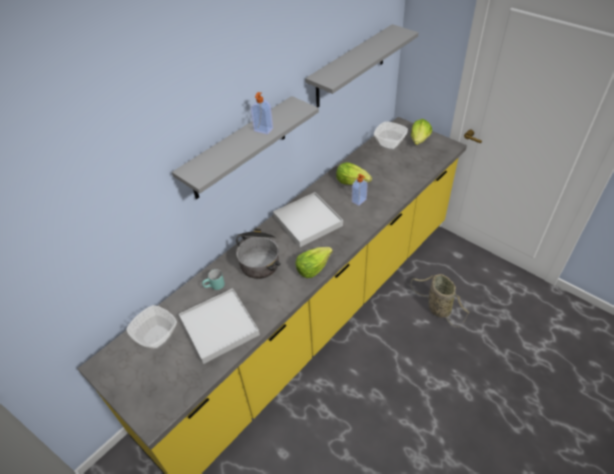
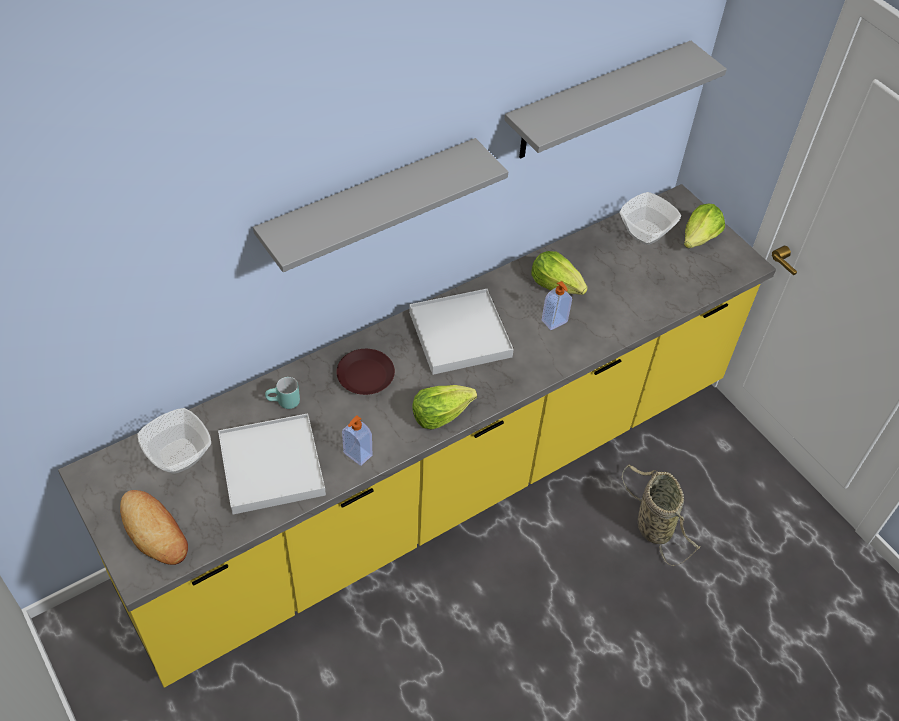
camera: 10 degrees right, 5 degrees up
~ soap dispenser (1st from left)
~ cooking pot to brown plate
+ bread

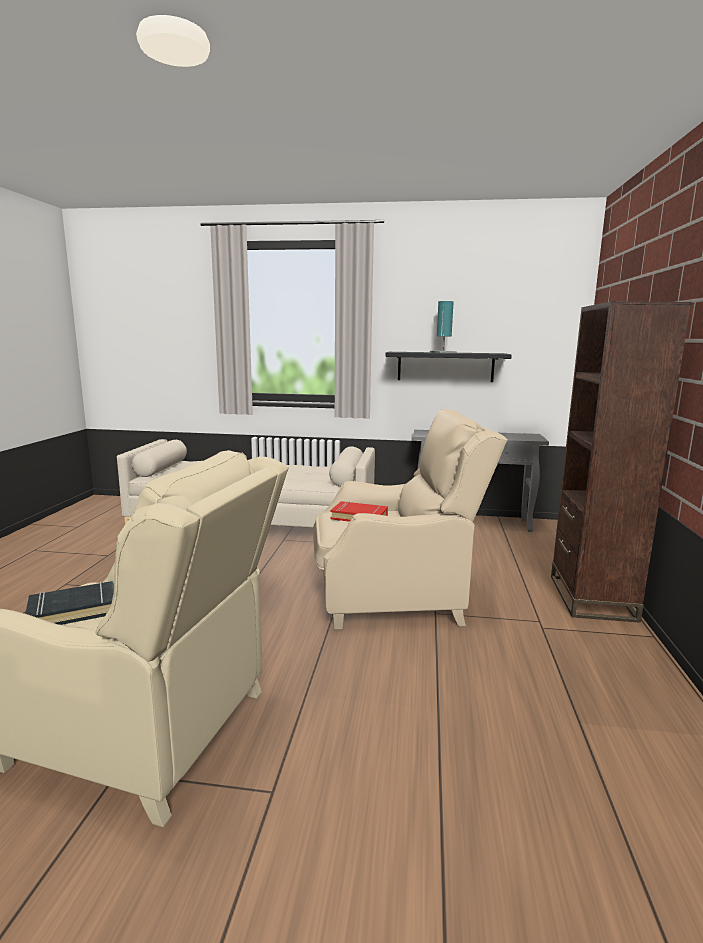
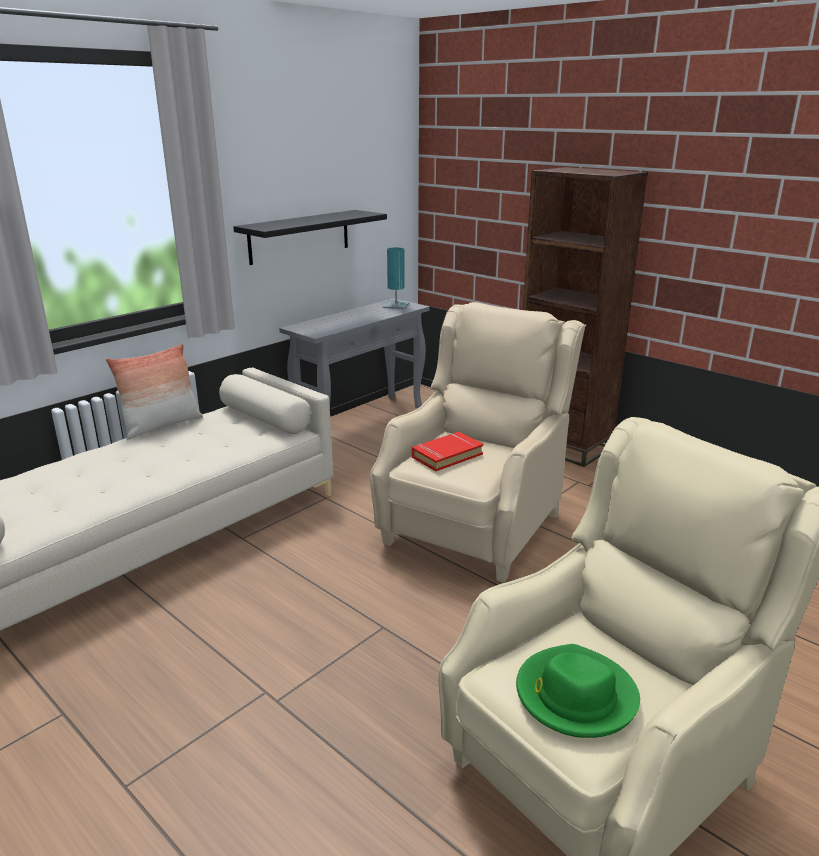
camera: 55 degrees left, 10 degrees up
~ turquoise table lamp
~ black book to green hat
+ pillow

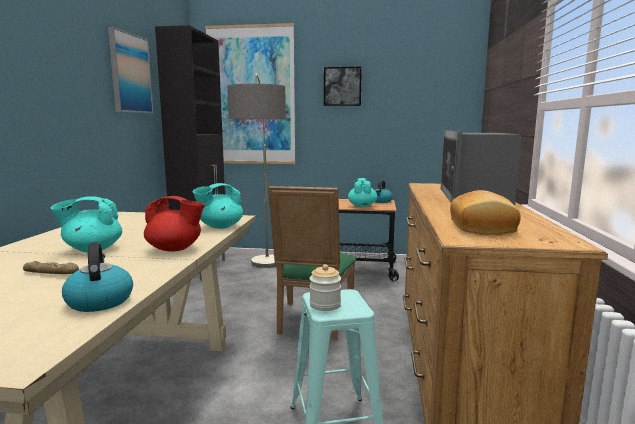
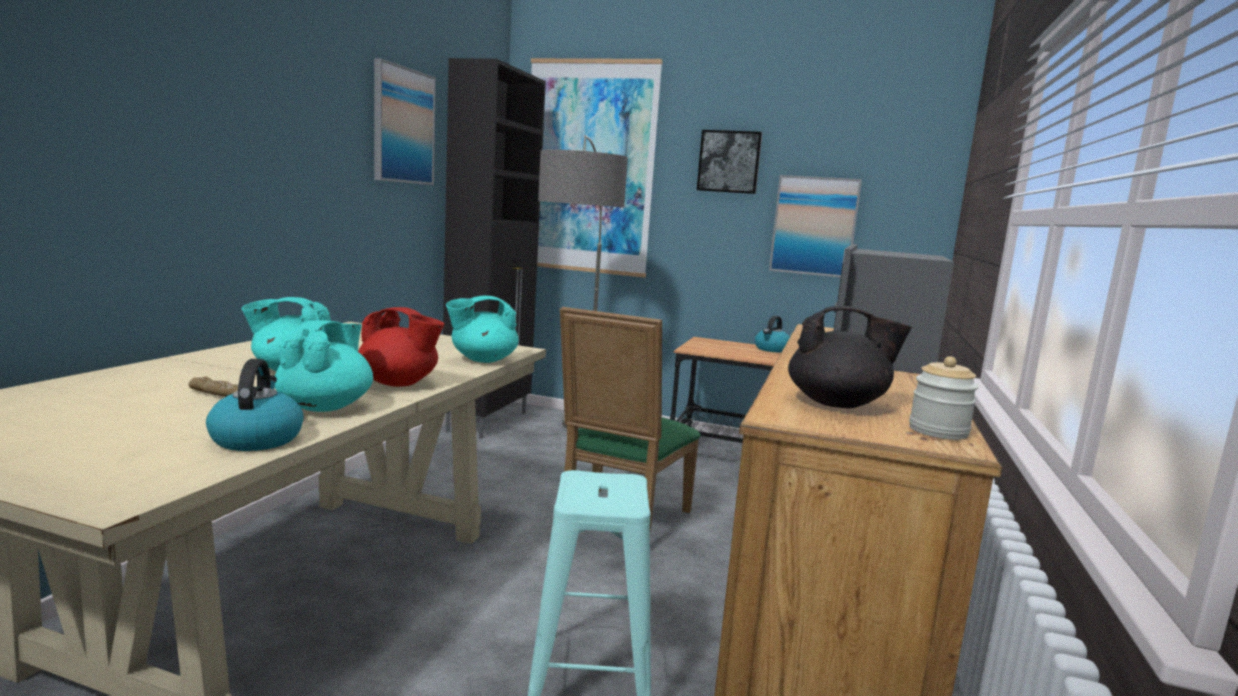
camera: 10 degrees right, 0 degrees up
~ turquoise teapot (3rd from left in the first image) to turquoise teapot (2nd from left)
~ bread (2nd from left) to black teapot
~ jar
+ picture (4th from left)

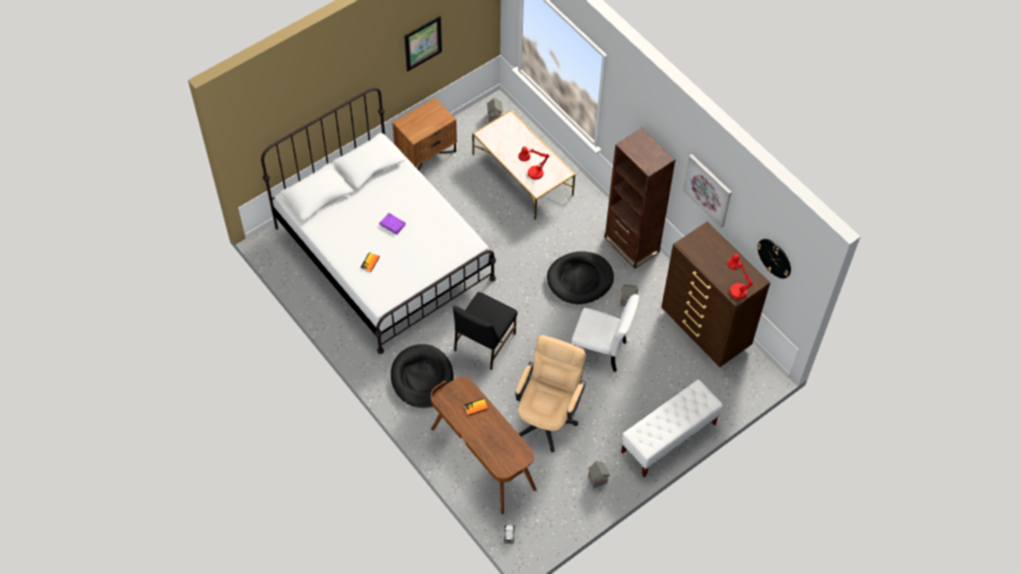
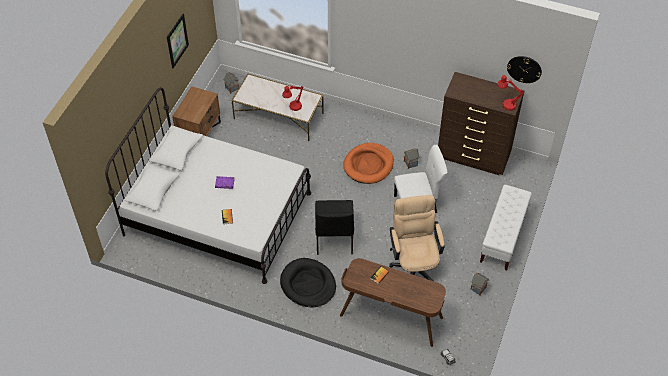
camera: 30 degrees left, 5 degrees down
- brown bookcase
- picture (2nd from left)
~ black dog bed (2nd from left) to orange dog bed

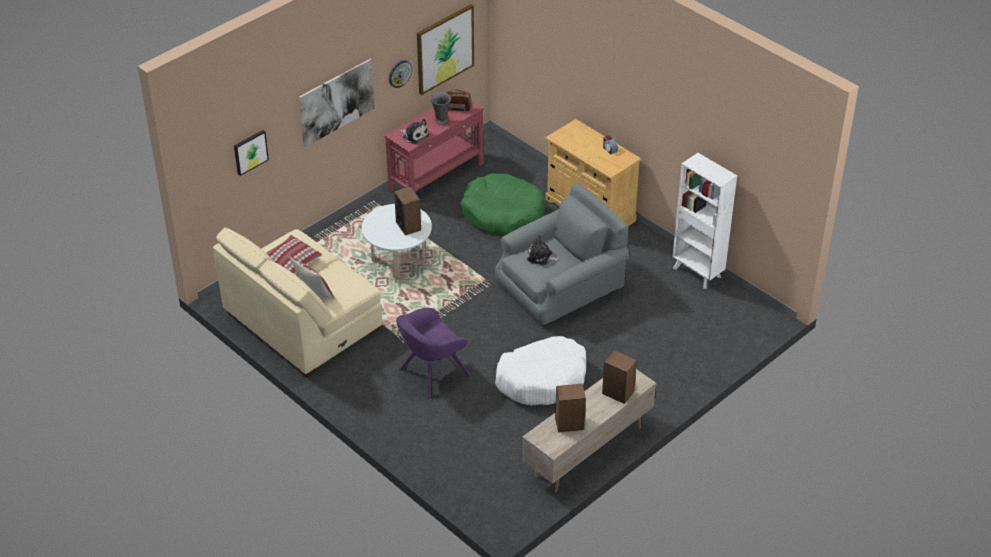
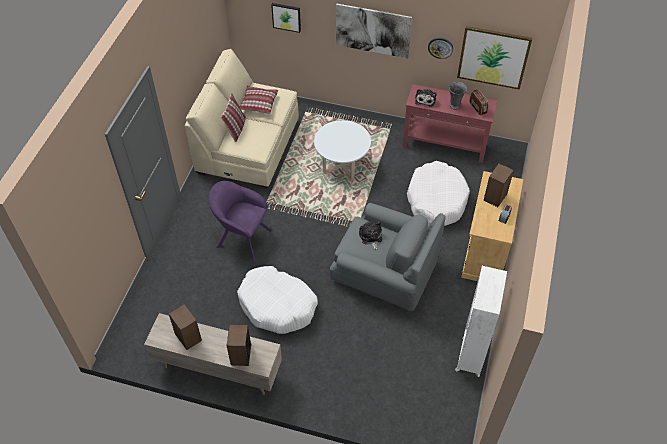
camera: 60 degrees right, 10 degrees up
~ green dog bed to white dog bed (2nd from left)
~ speaker (1st from left in the first image) to speaker (3rd from left)

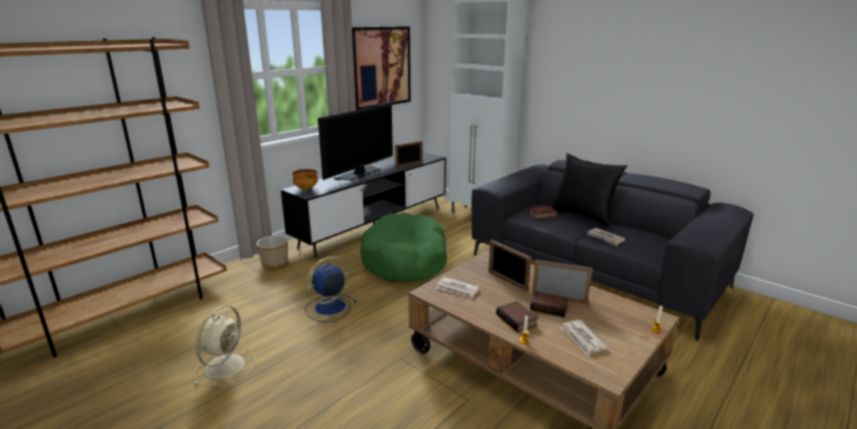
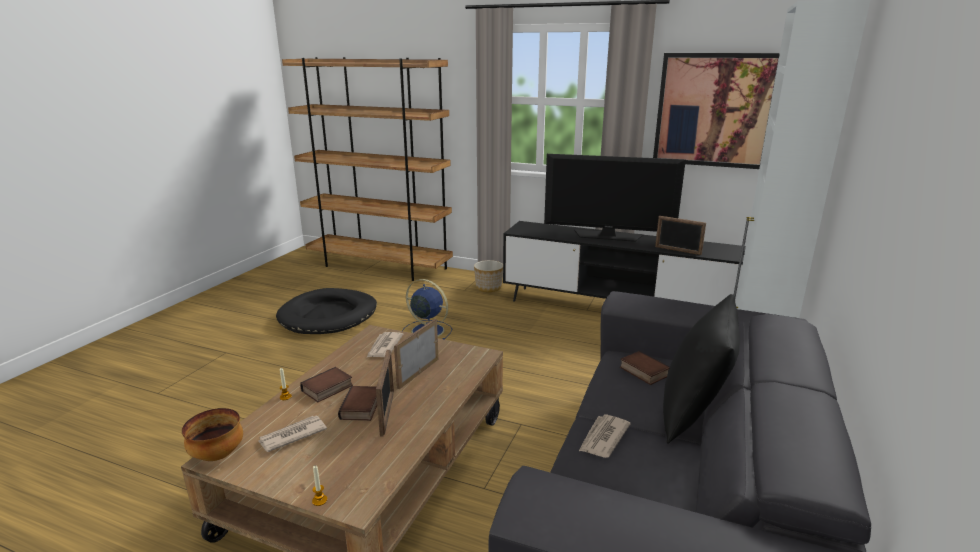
camera: 70 degrees right, 0 degrees up
~ bowl
- green dog bed
~ beige fan to black dog bed

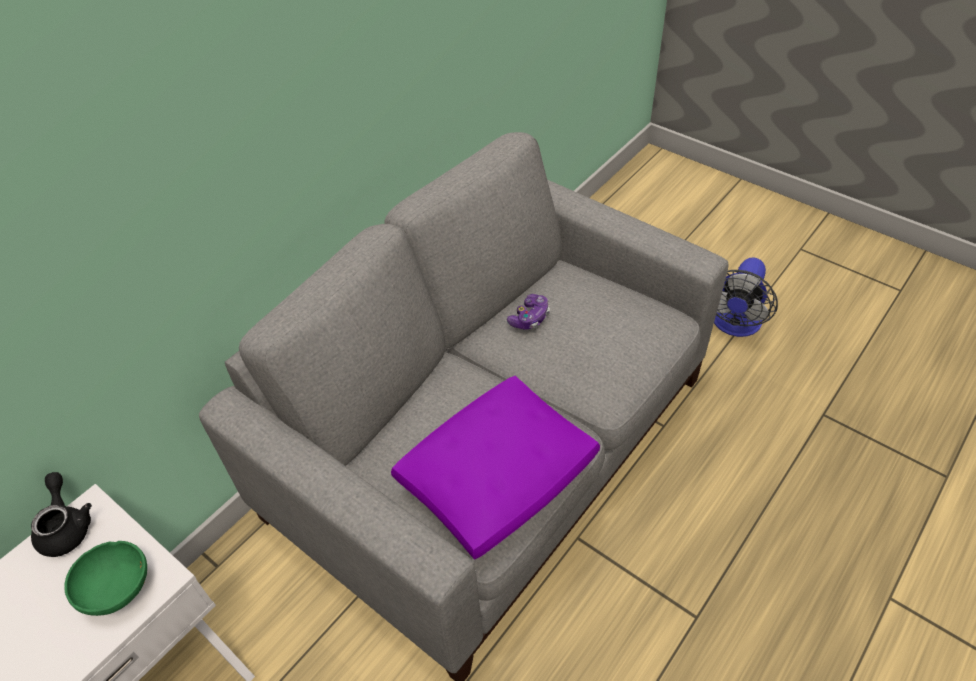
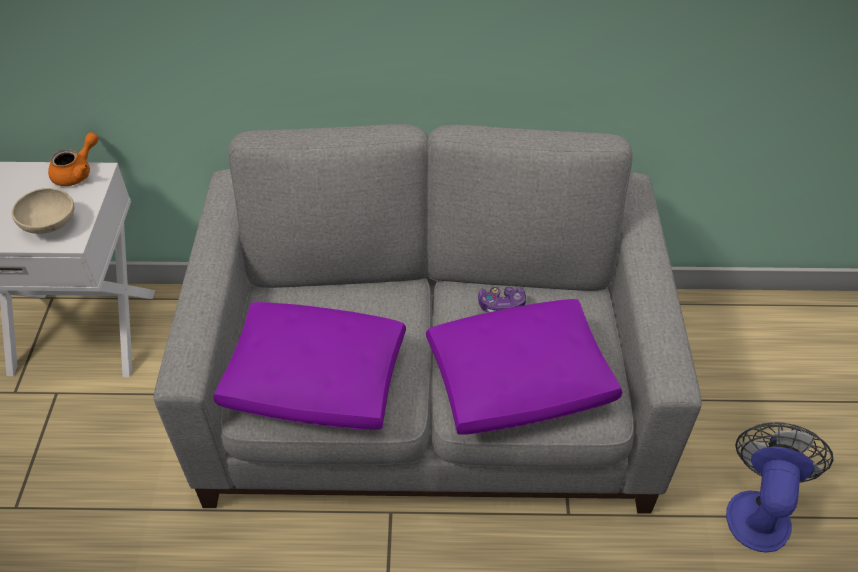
camera: 50 degrees right, 0 degrees up
~ fan 120 degrees clockwise
~ black teapot to orange teapot
~ green bowl to beige bowl
+ purple pillow (2nd from left)

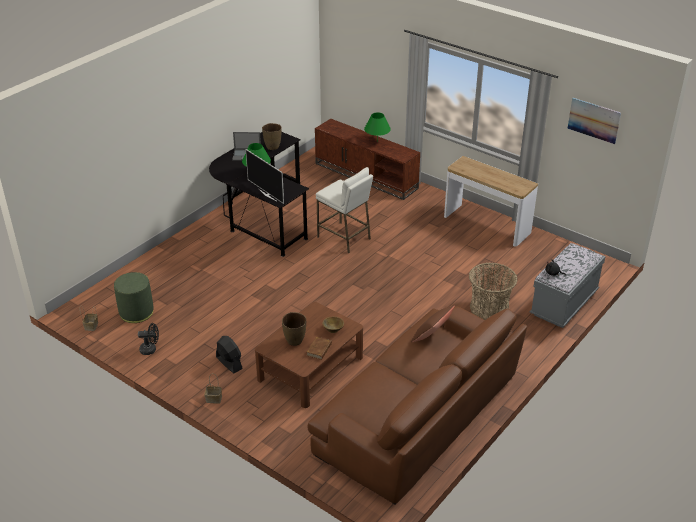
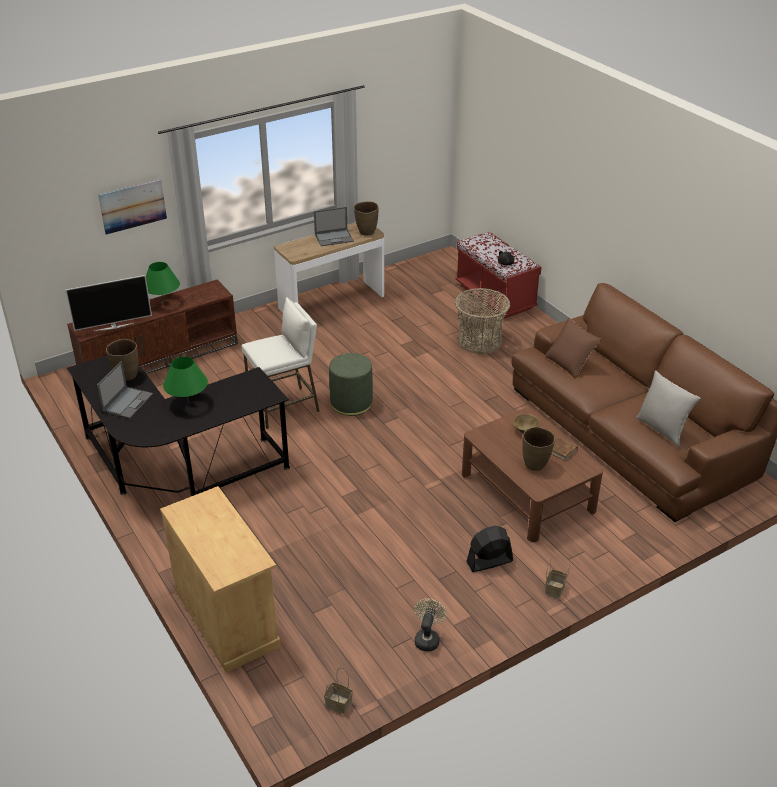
camera: 70 degrees left, 0 degrees up
~ picture
~ television
~ grey bench to red bench
~ green ottoman
~ black fan (1st from left) to beige fan
+ brown vase (2nd from left)
+ laptop (2nd from left)
+ grey pillow
+ beige cabinet

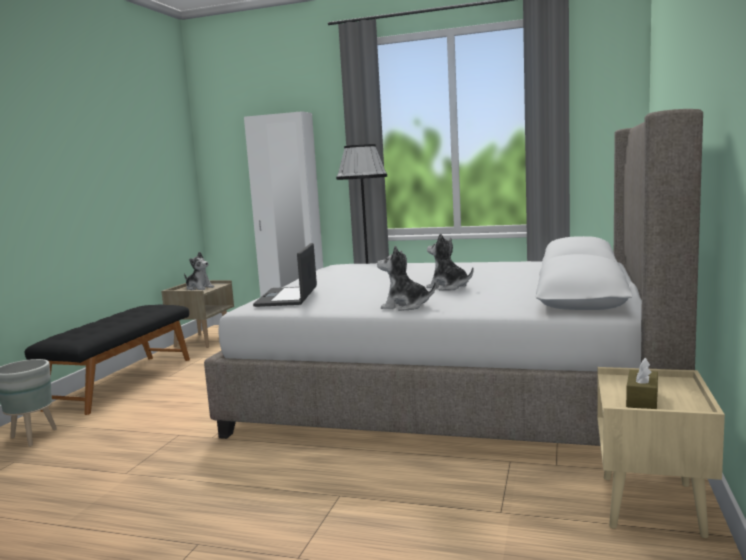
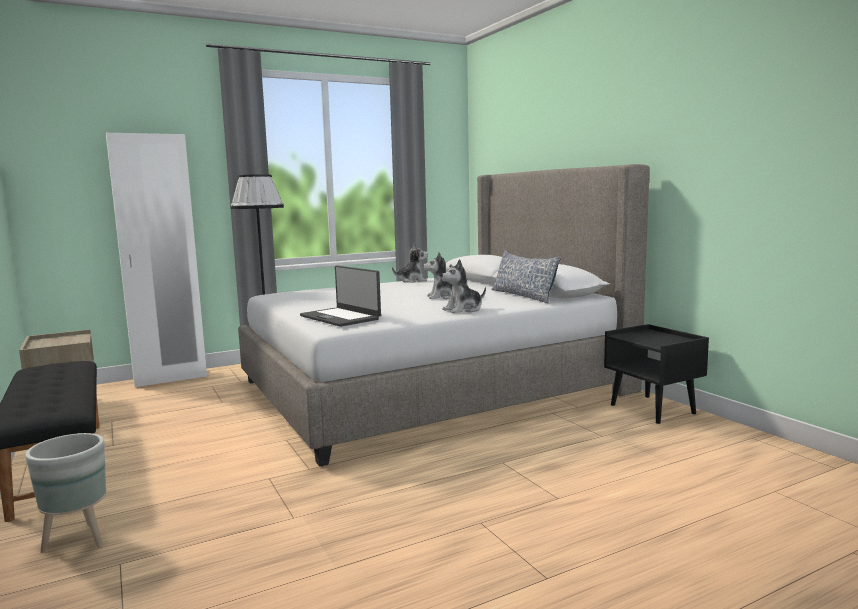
camera: 45 degrees left, 0 degrees up
~ plush toy (1st from left)
- brown tissue box
~ beige nightstand (2nd from left) to black nightstand
+ pillow

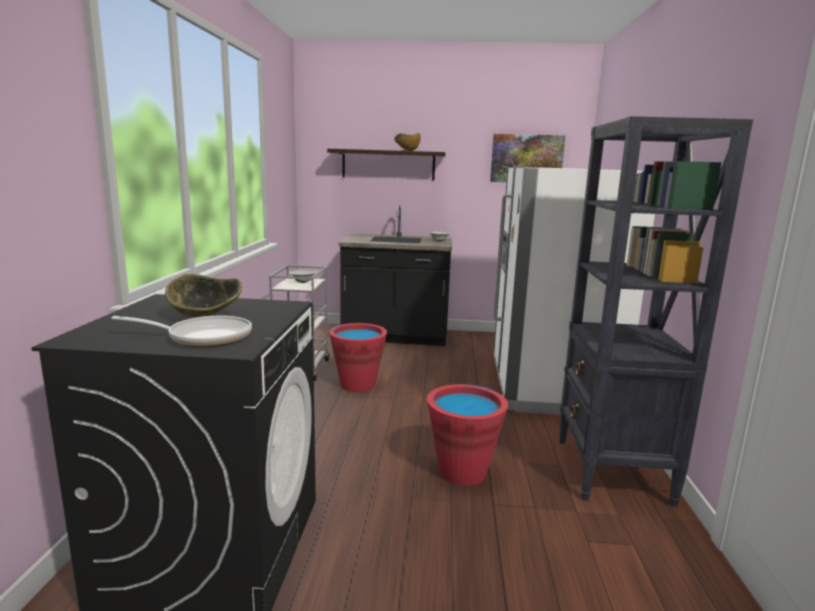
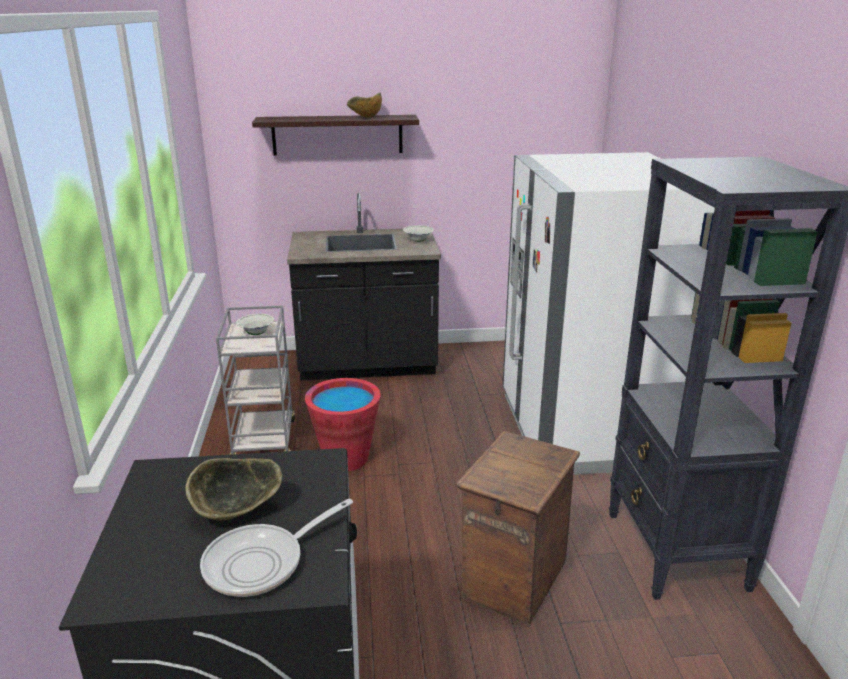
camera: 10 degrees left, 10 degrees up
- picture
~ frying pan 150 degrees clockwise
~ red bucket (2nd from left) to crate

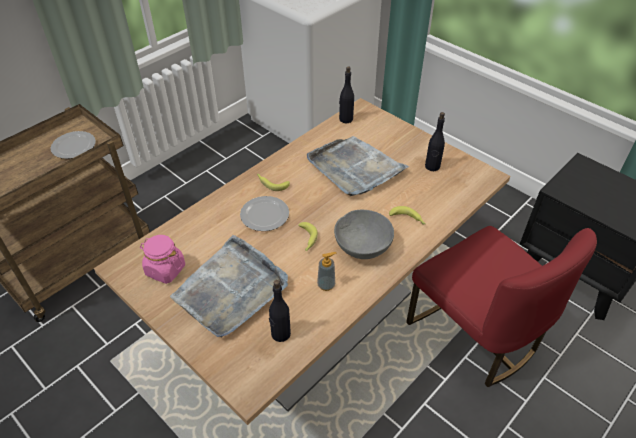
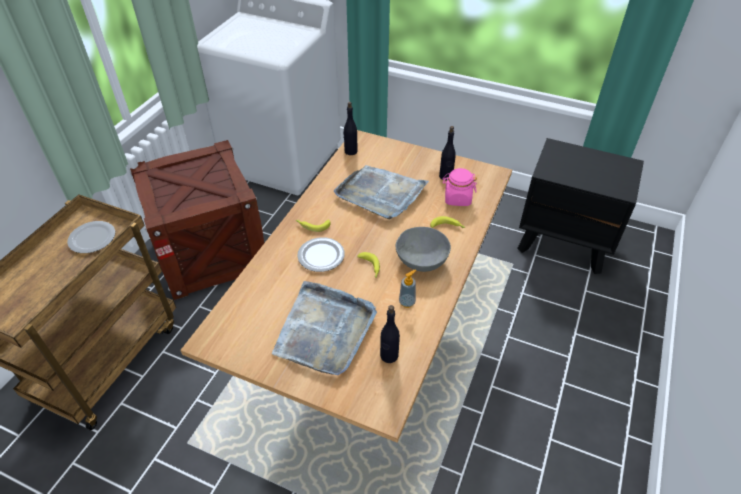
camera: 20 degrees left, 0 degrees up
- red chair
~ pink jar
+ crate

